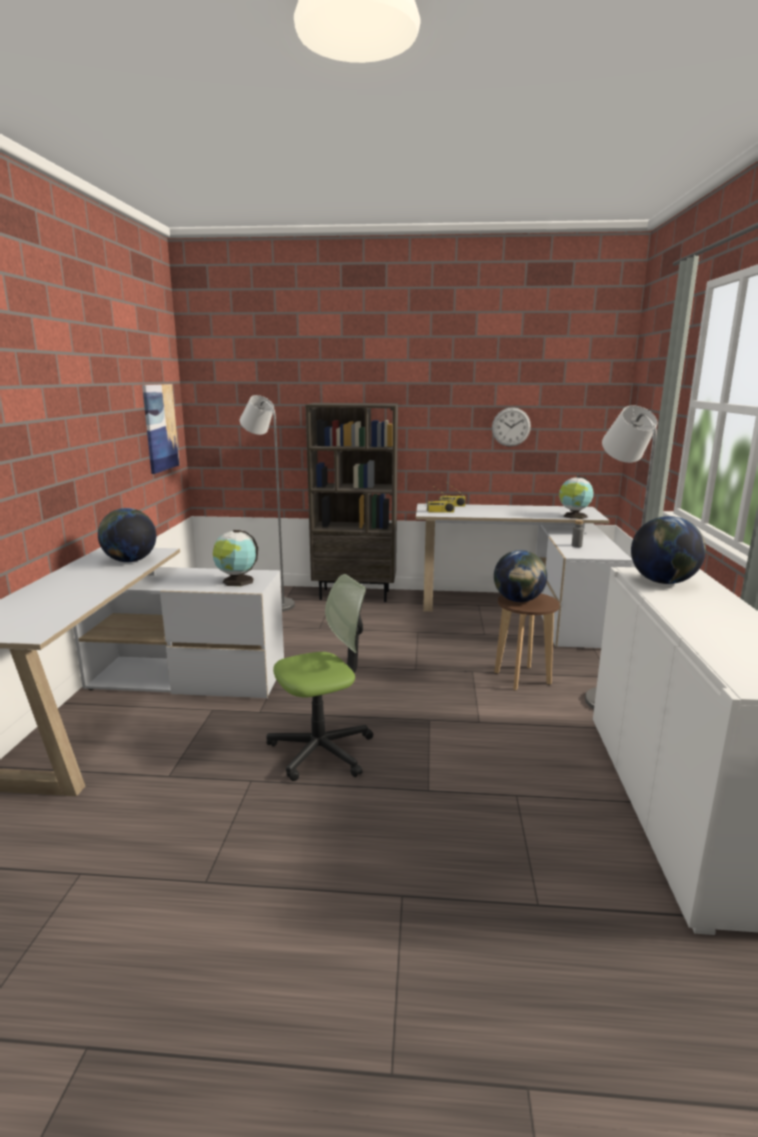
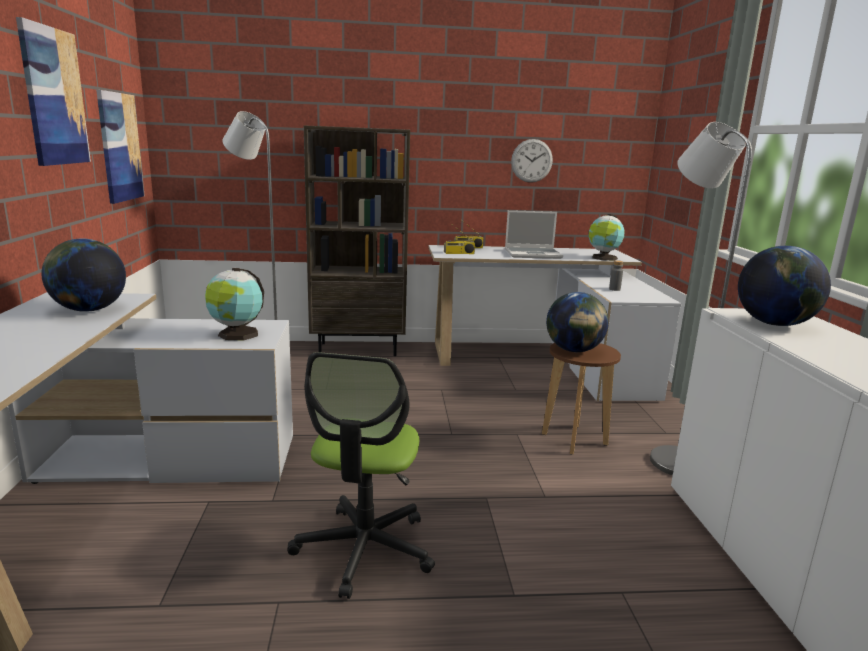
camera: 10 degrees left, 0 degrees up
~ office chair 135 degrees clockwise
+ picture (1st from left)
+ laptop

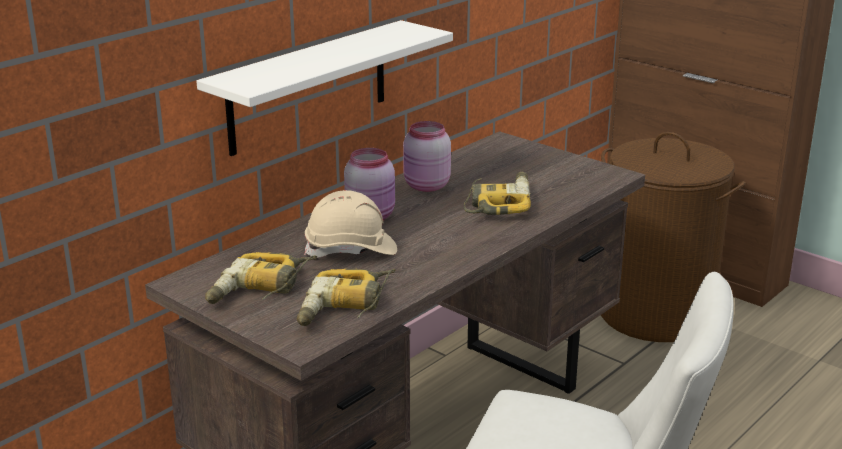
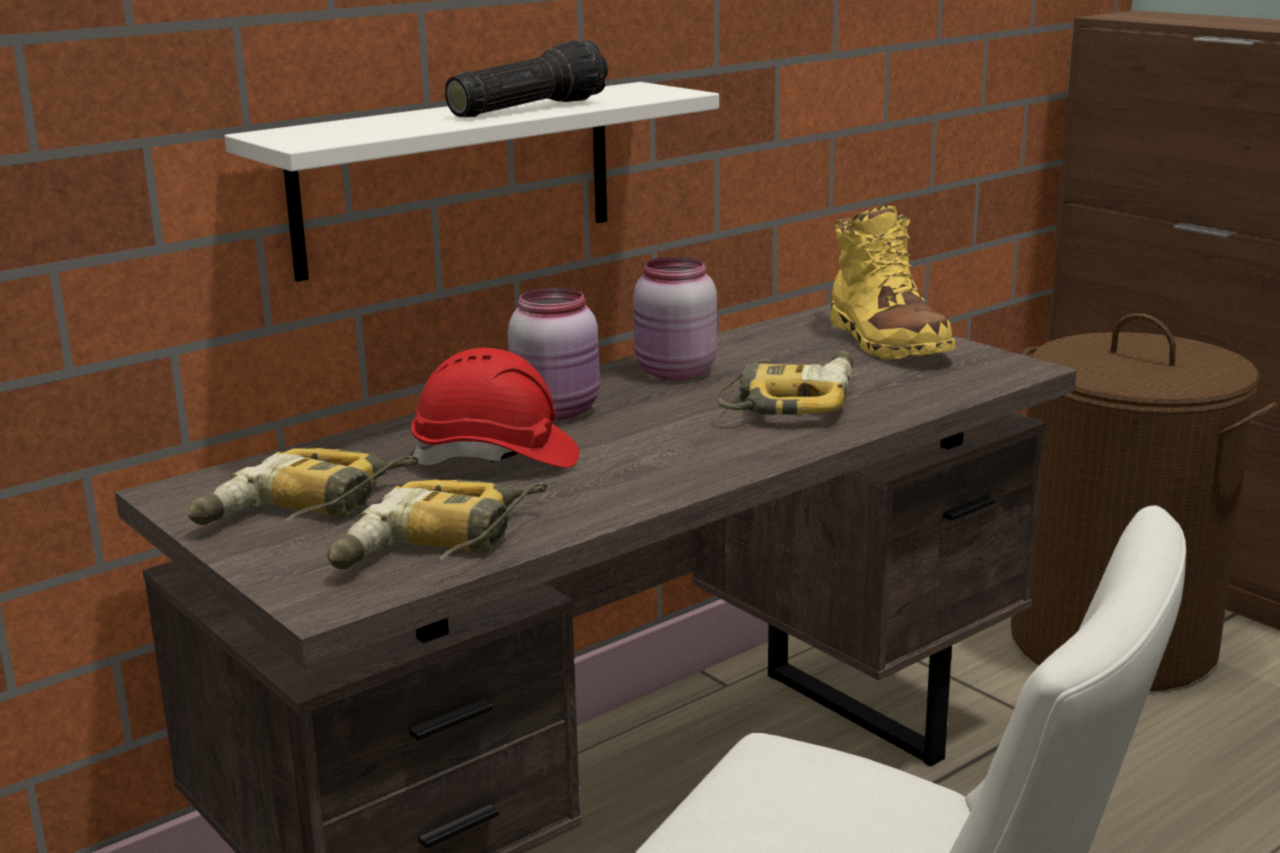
camera: 10 degrees right, 5 degrees down
~ beige hard hat to red hard hat
+ flashlight
+ yellow boot

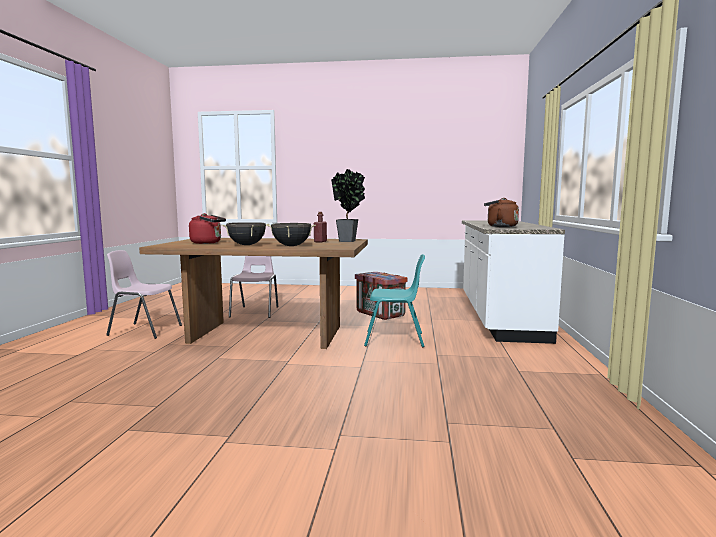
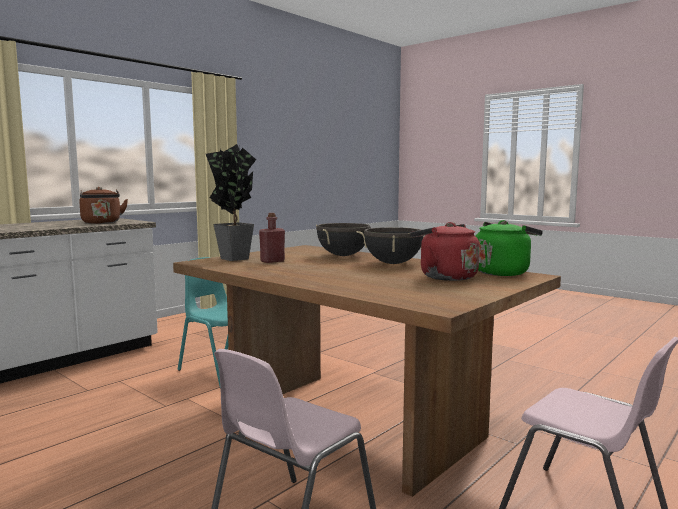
camera: 145 degrees left, 0 degrees up
- crate
+ green kettle

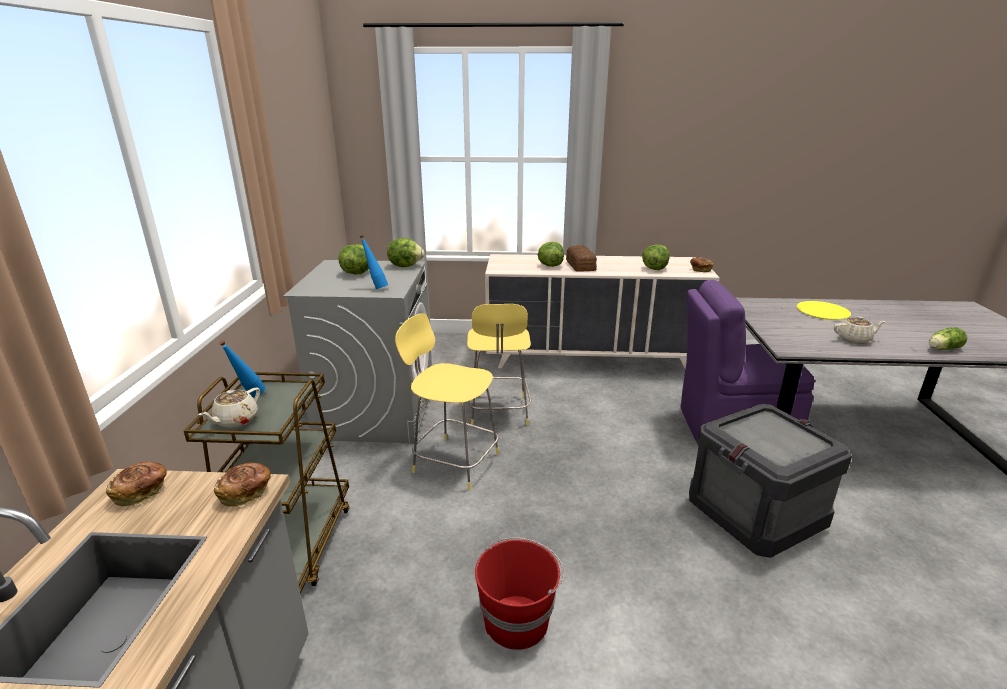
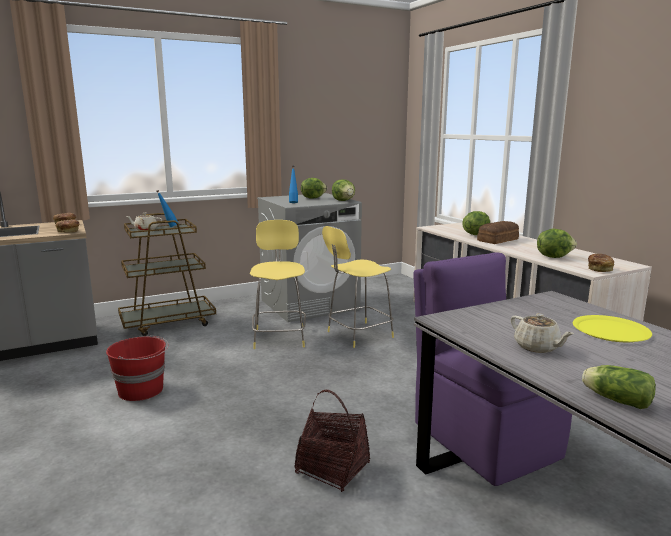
camera: 60 degrees right, 10 degrees down
~ crate to basket

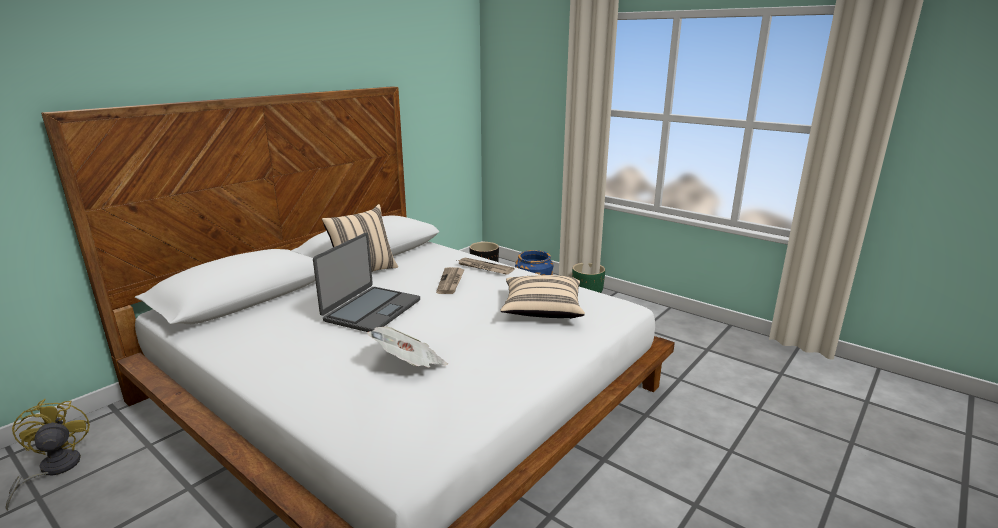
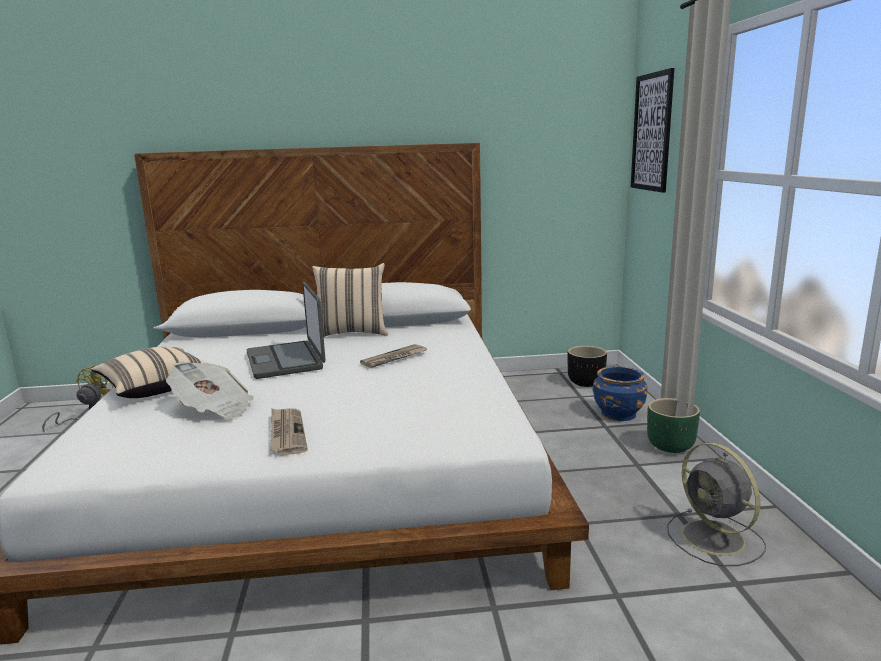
camera: 45 degrees right, 5 degrees down
~ laptop 90 degrees clockwise
~ newspaper (3rd from left in the first image) to newspaper (2nd from left)
~ beige pillow (2nd from left in the first image) to beige pillow (1st from left)
+ picture
+ grey fan

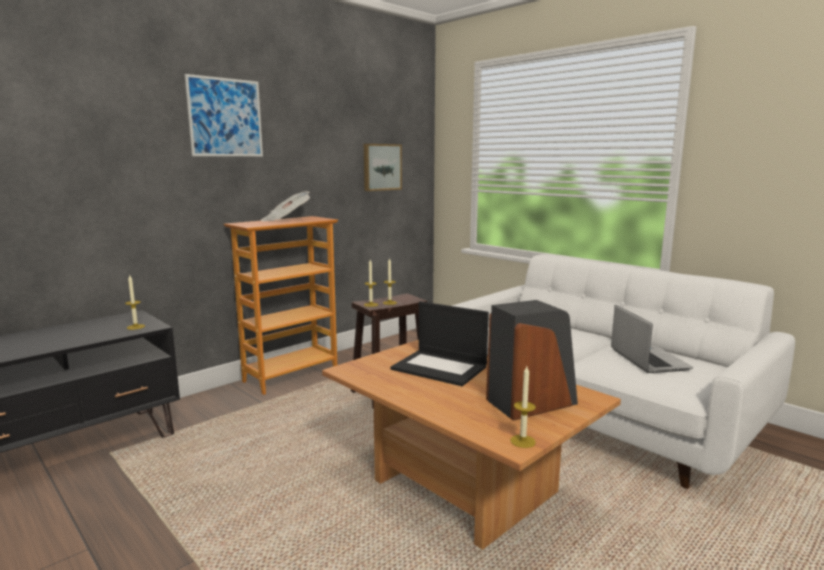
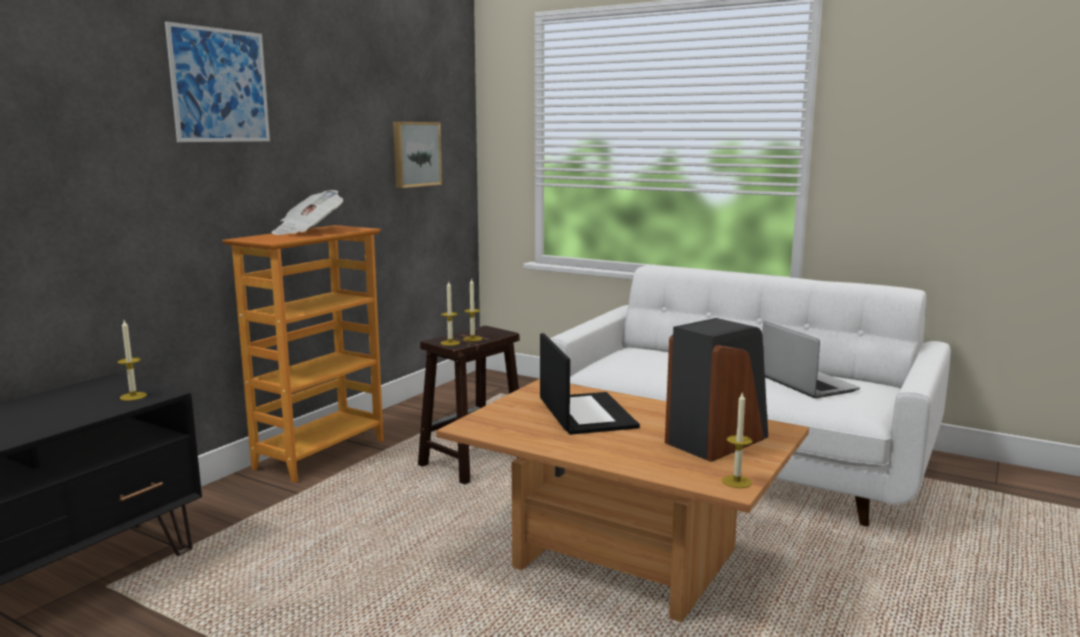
camera: 15 degrees left, 0 degrees up
~ laptop (1st from left) 120 degrees counterclockwise

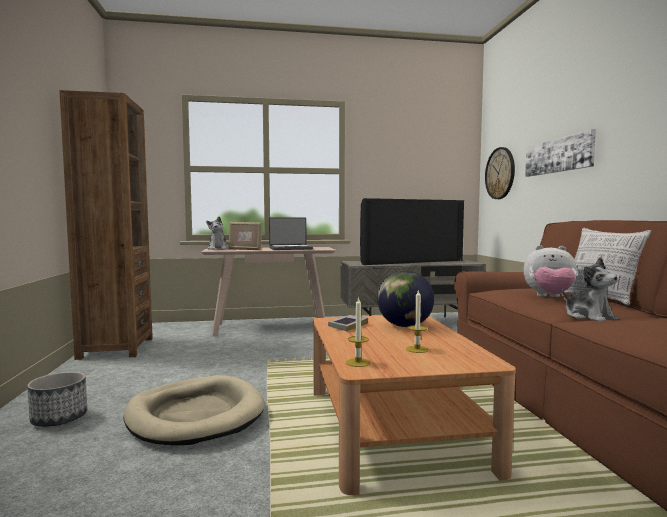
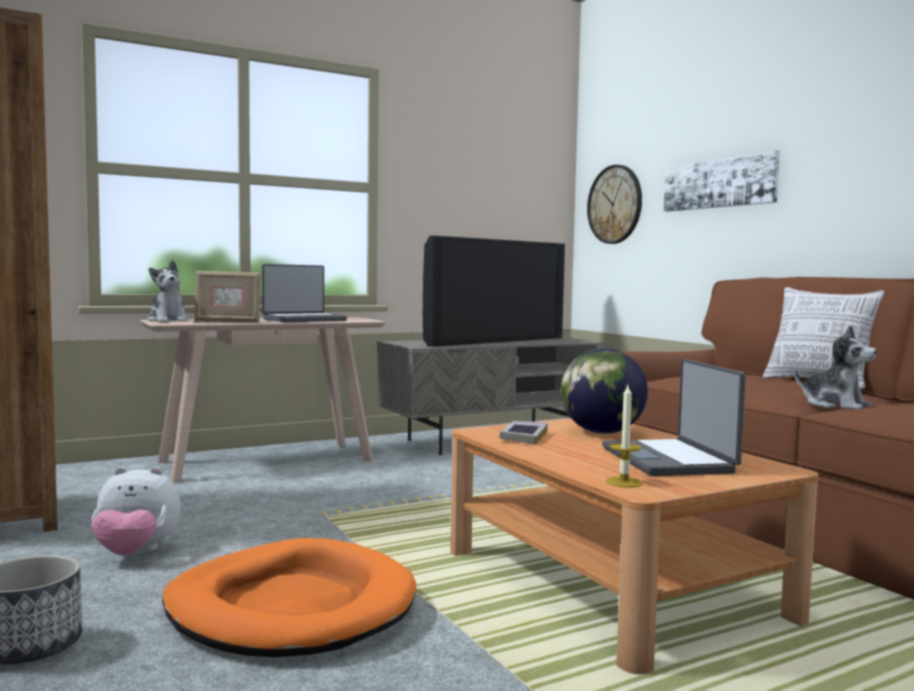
camera: 20 degrees left, 0 degrees up
~ plush toy (2nd from left in the first image) to plush toy (1st from left)
~ candle (2nd from left) to laptop (2nd from left)
~ beige dog bed to orange dog bed

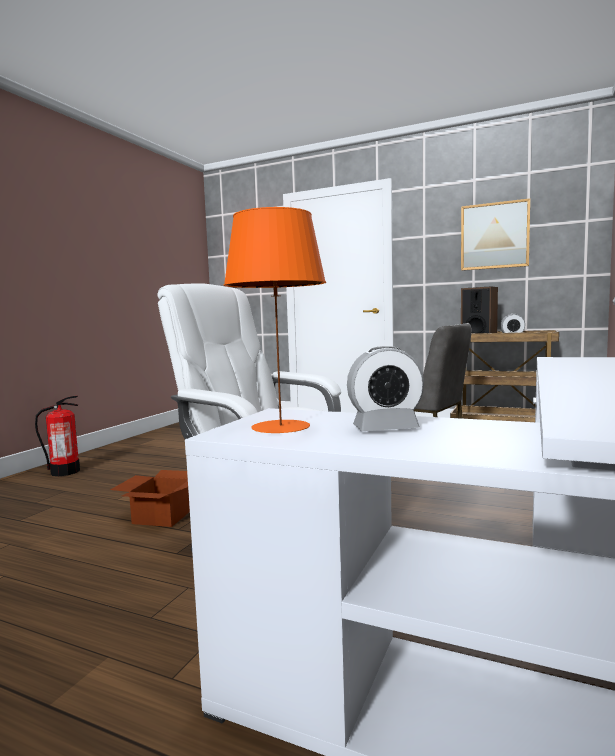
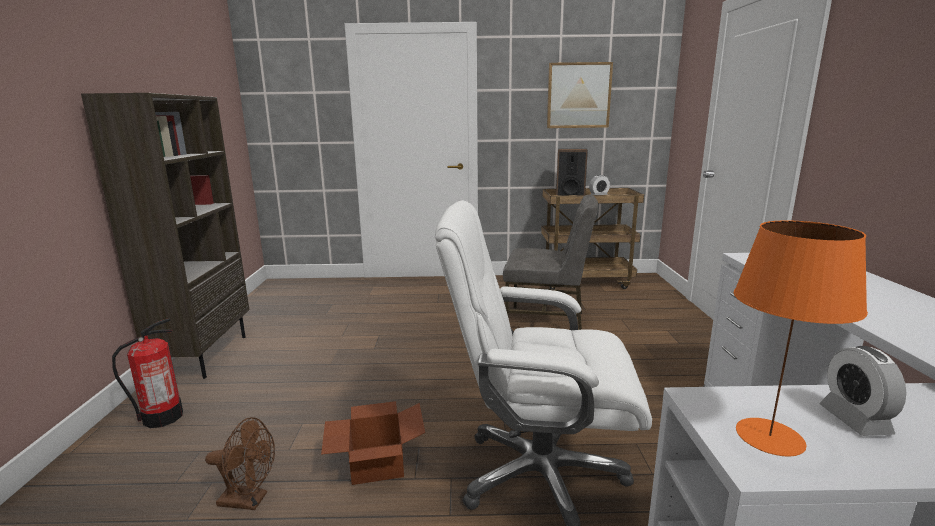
camera: 25 degrees left, 10 degrees up
~ alarm clock (1st from left in the first image) 120 degrees clockwise
+ brown bookcase
+ brown fan

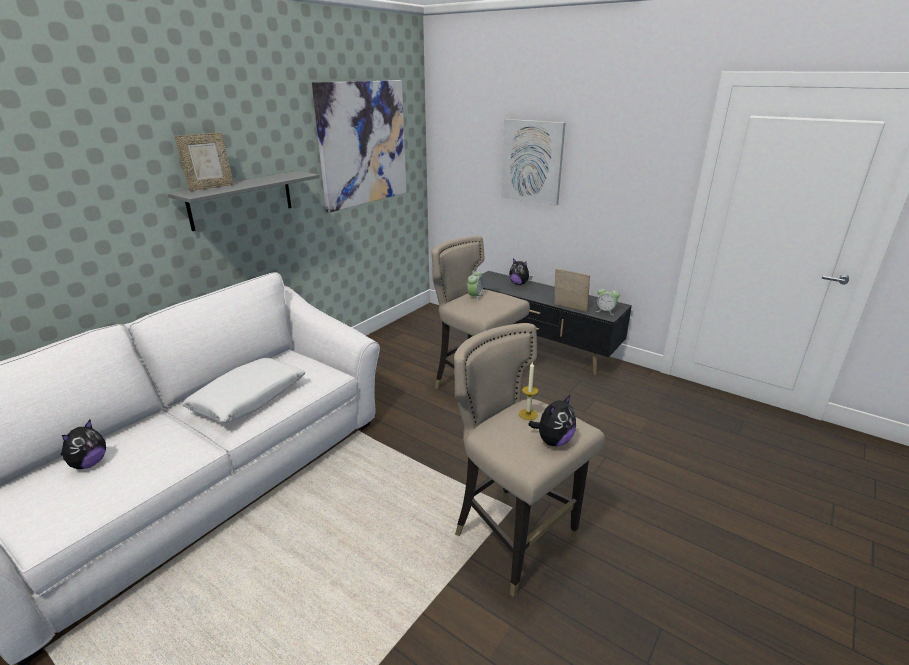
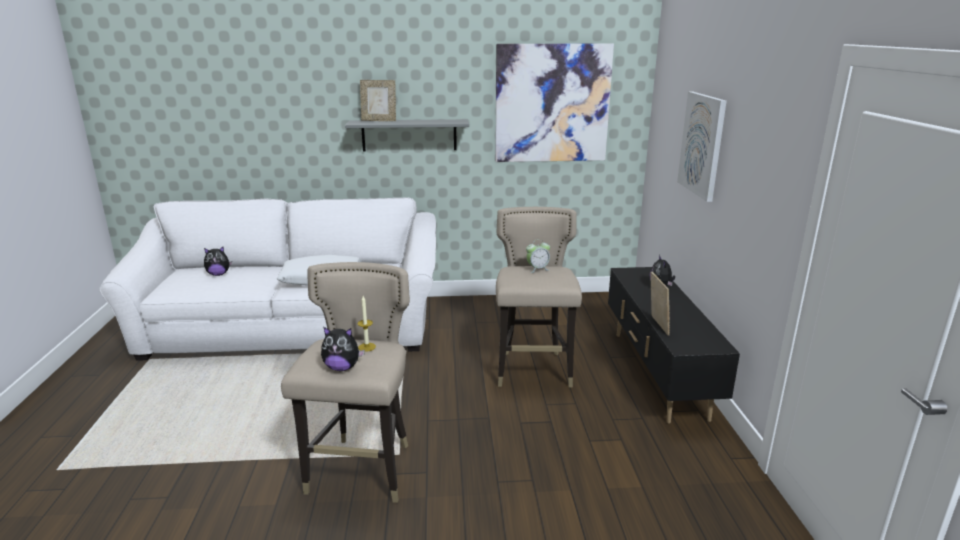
camera: 50 degrees right, 5 degrees down
- alarm clock (2nd from left)

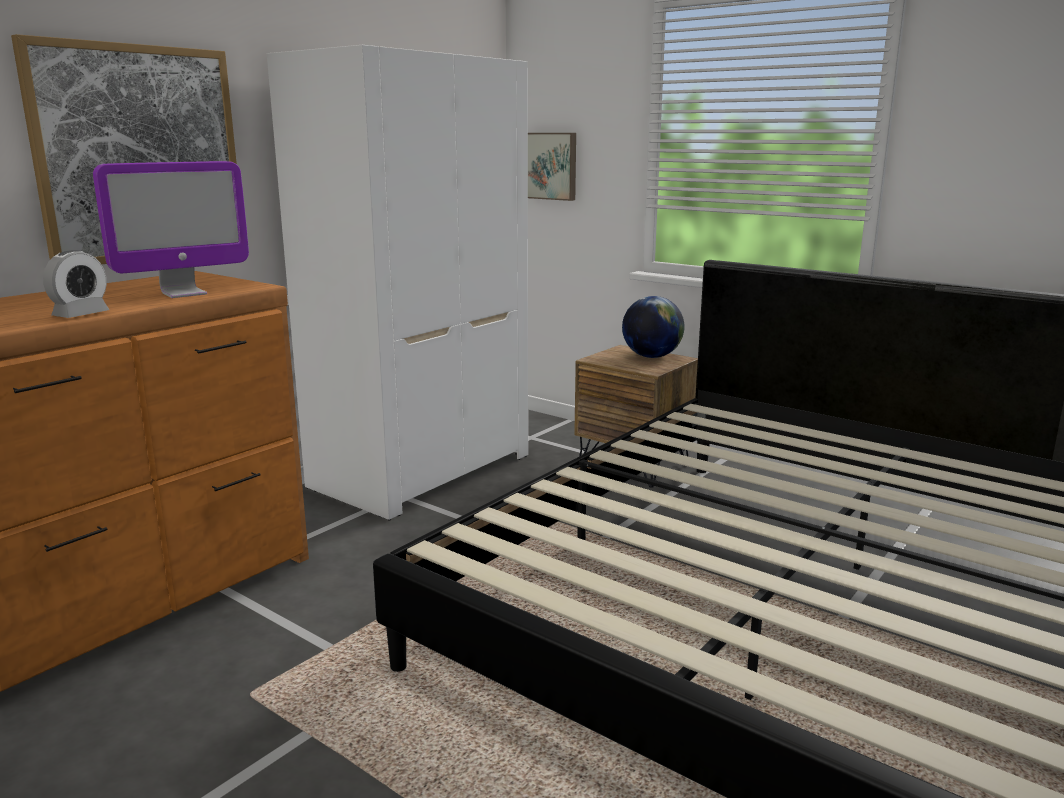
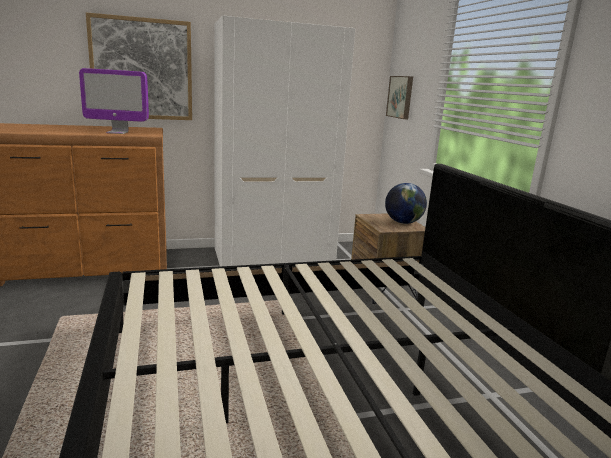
camera: 35 degrees right, 0 degrees up
- alarm clock

